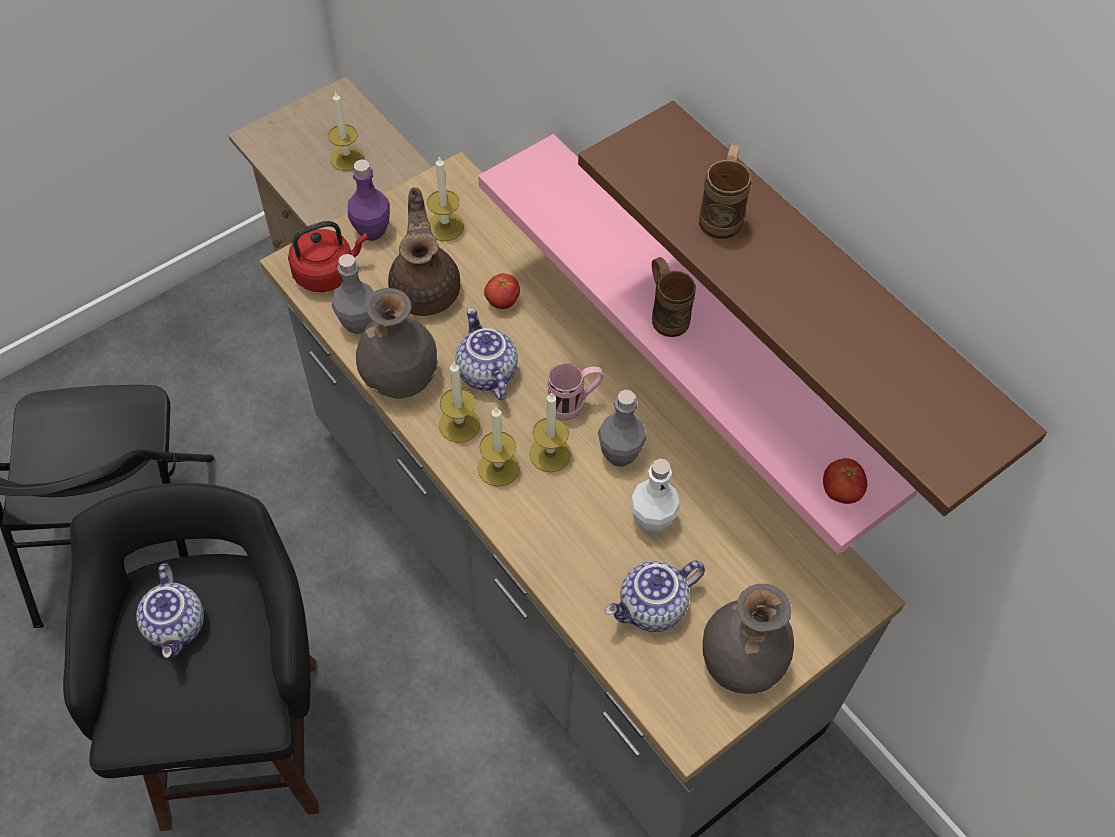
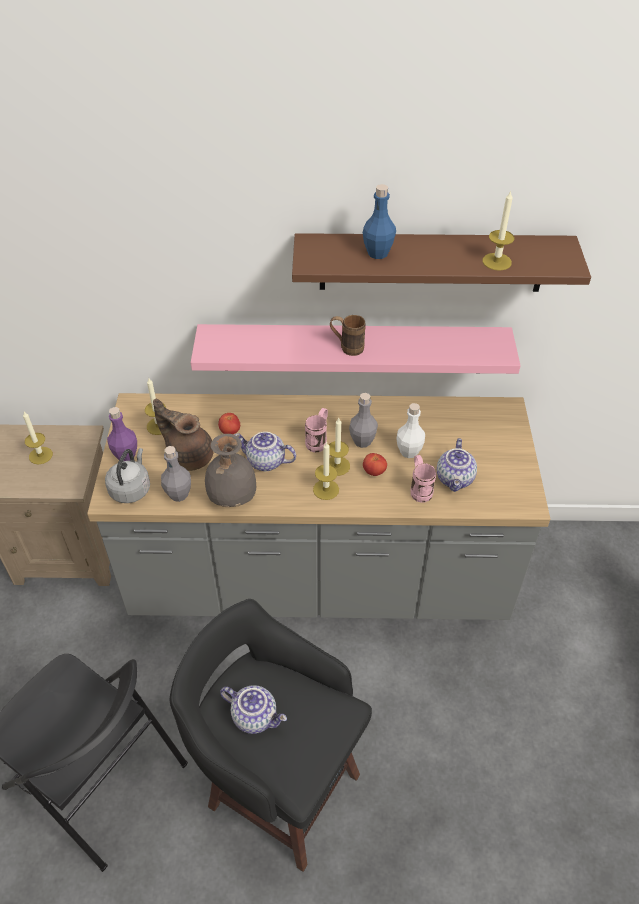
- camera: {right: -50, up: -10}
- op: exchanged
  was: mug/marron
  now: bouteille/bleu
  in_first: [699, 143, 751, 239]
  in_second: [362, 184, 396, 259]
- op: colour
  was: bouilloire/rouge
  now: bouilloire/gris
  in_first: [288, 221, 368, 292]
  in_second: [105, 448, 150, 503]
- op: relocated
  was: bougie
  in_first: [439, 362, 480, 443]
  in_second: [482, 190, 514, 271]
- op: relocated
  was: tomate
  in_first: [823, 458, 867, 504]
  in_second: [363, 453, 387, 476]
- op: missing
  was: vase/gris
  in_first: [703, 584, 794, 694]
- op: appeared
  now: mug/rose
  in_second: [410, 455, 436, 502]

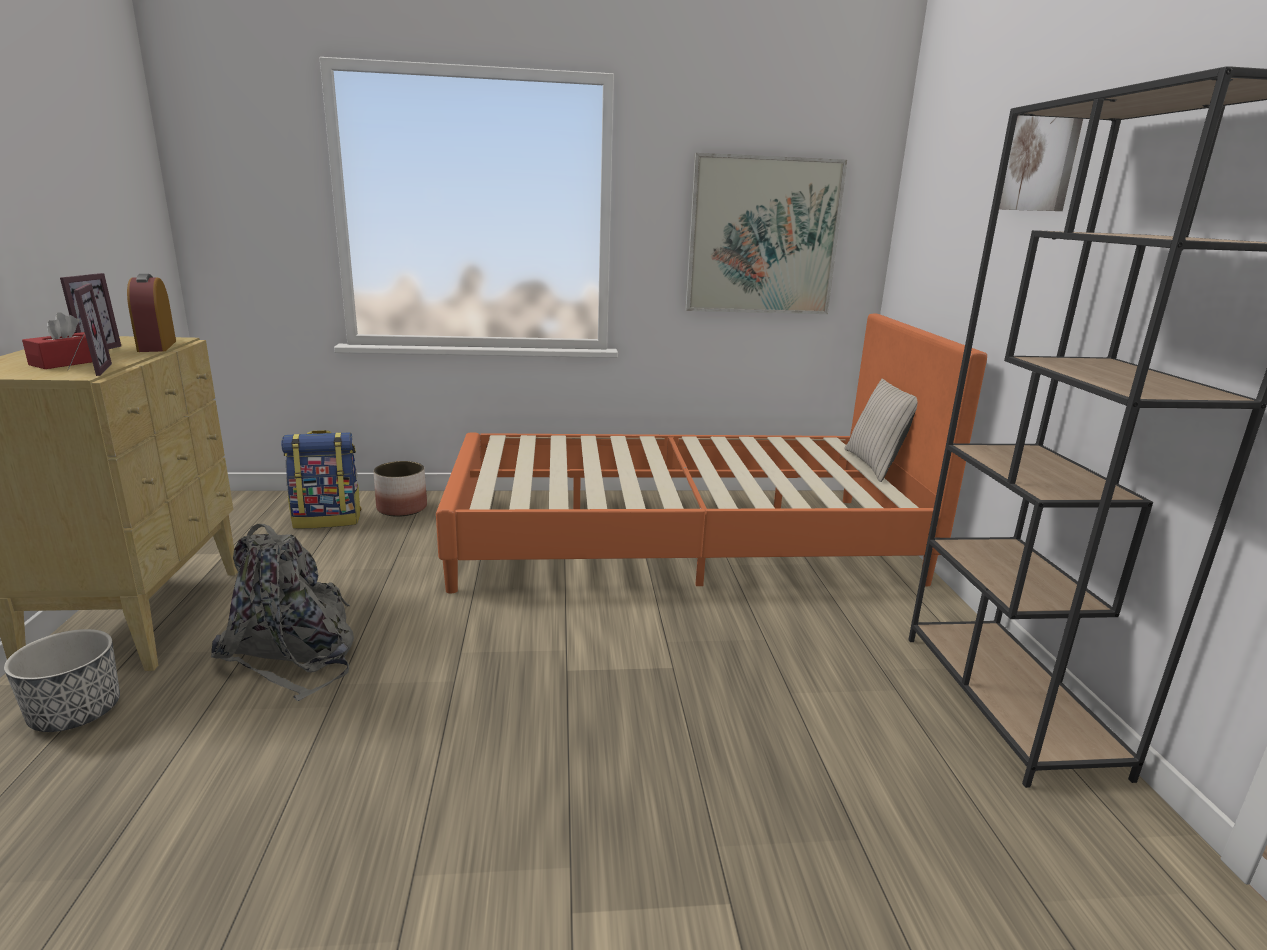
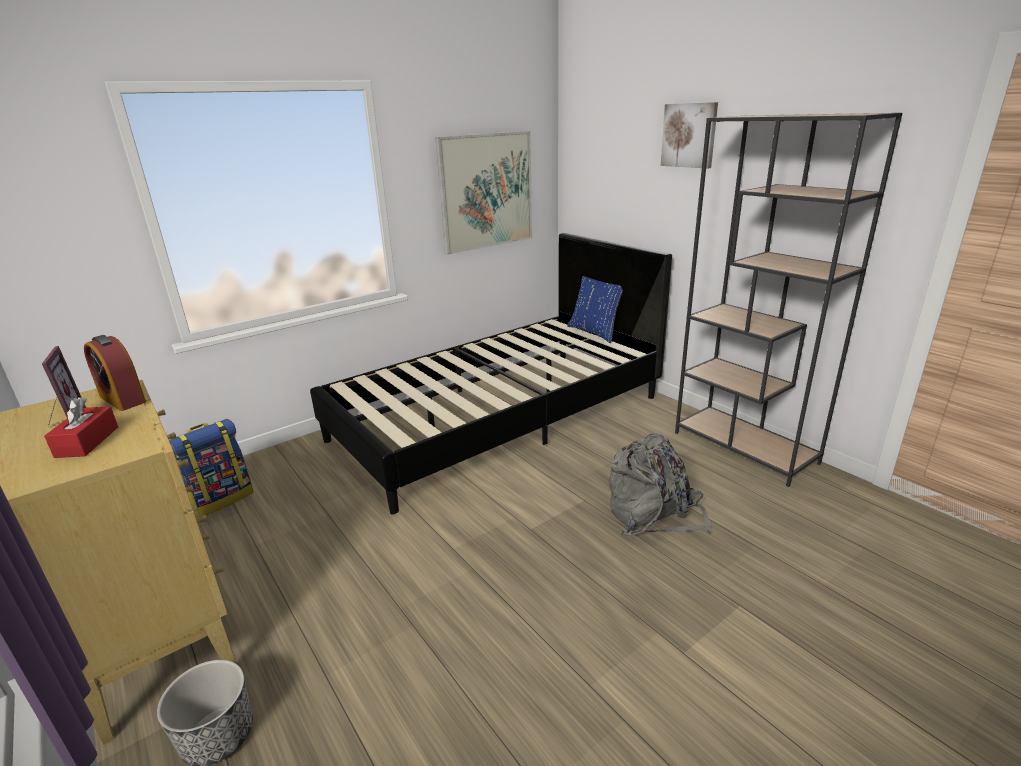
- camera: {right: -30, up: 5}
- op: missing
  was: cadre photo
  in_first: [67, 284, 112, 376]
- op: colour
  was: lit/orange
  now: lit/noir
  in_first: [436, 314, 987, 593]
  in_second: [310, 233, 672, 514]
- op: colour
  was: coussin/beige
  now: coussin/bleu
  in_first: [844, 379, 917, 482]
  in_second: [567, 276, 622, 343]
- op: missing
  was: cache-pot
  in_first: [373, 461, 427, 517]
- op: relocated
  was: sac à dos/gris
  in_first: [211, 524, 354, 701]
  in_second: [608, 433, 713, 536]

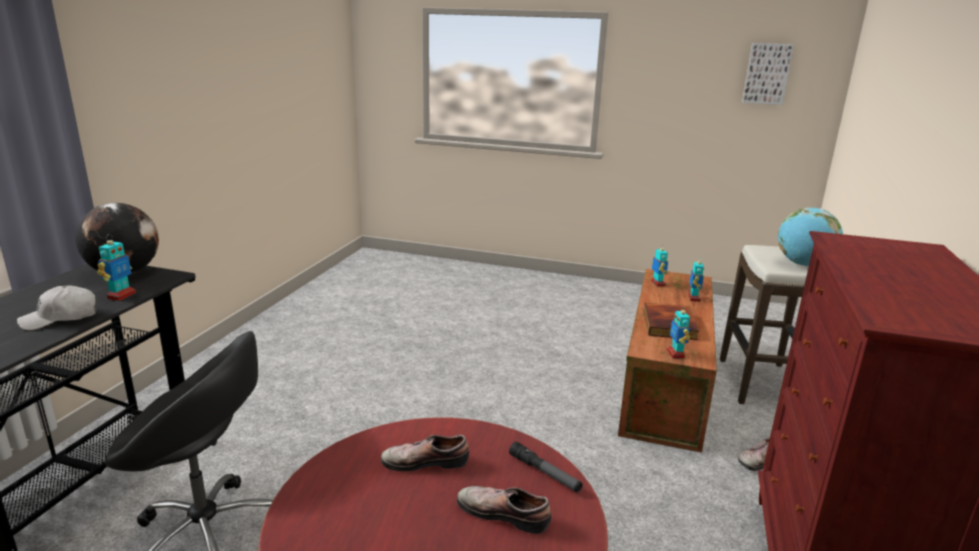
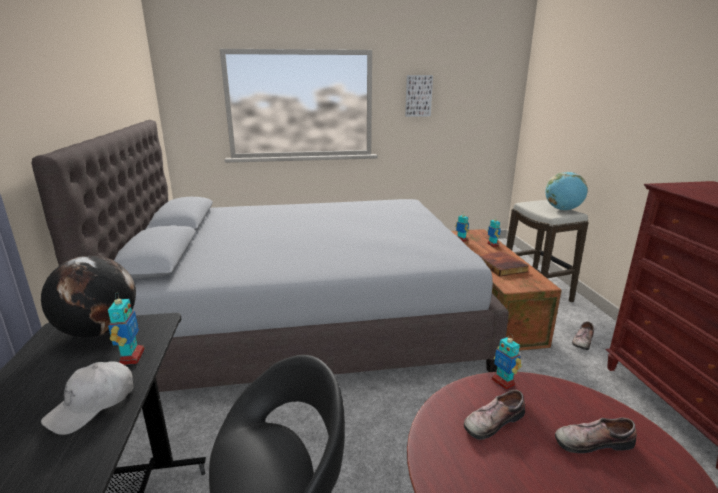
- camera: {right: -25, up: 0}
- op: relocated
  was: tableau
  in_first: [742, 43, 794, 105]
  in_second: [405, 75, 433, 117]
- op: relocated
  was: robot jouet
  in_first: [667, 307, 690, 358]
  in_second: [492, 334, 522, 390]
- op: missing
  was: lampe de poche
  in_first: [509, 442, 583, 492]
- op: appeared
  now: lit/gris
  in_second: [32, 120, 509, 392]

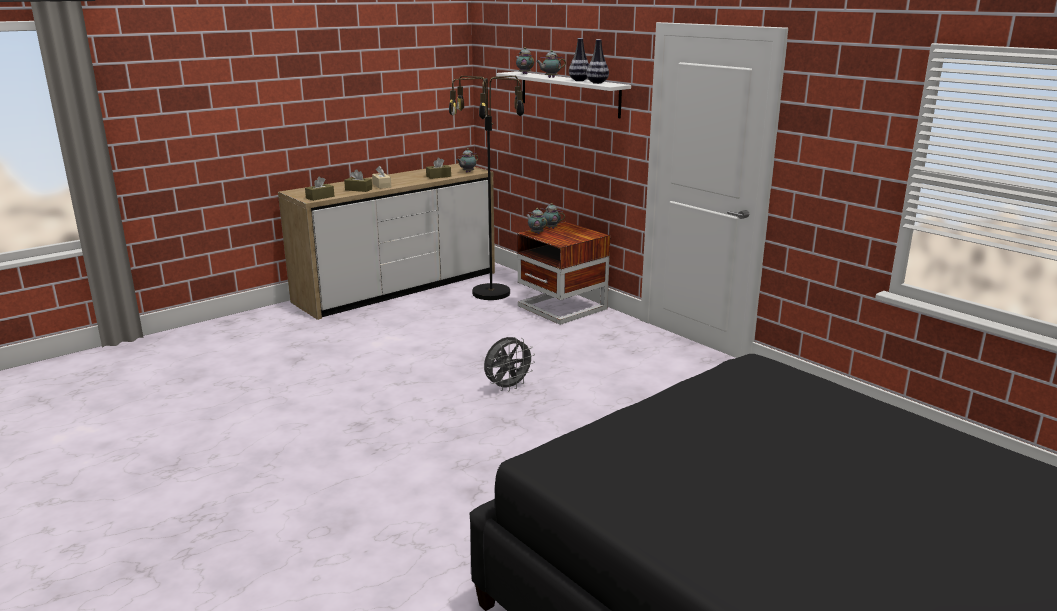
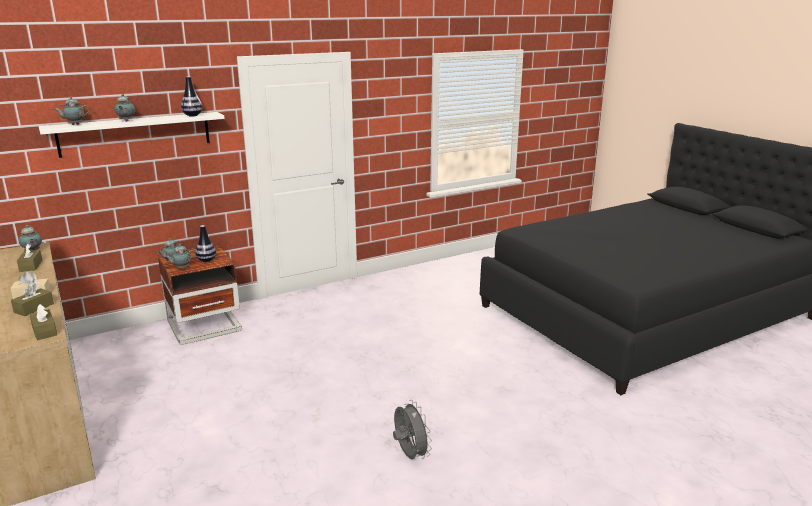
- camera: {right: -80, up: 0}
- op: relocated
  was: vase
  in_first: [569, 38, 589, 81]
  in_second: [195, 225, 216, 262]
- op: missing
  was: lampadaire
  in_first: [449, 76, 524, 300]
- op: relocated
  was: ventilateur/gris
  in_first: [484, 337, 535, 391]
  in_second: [393, 400, 432, 459]

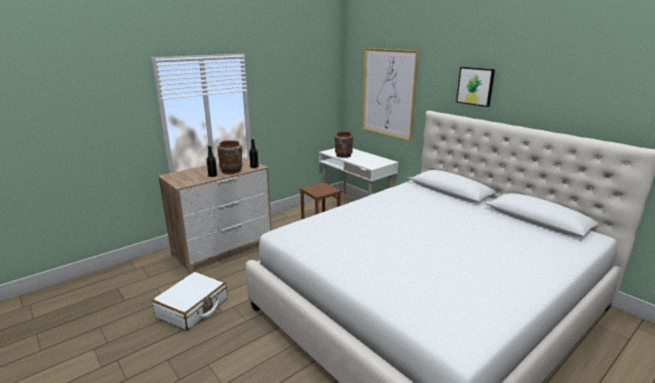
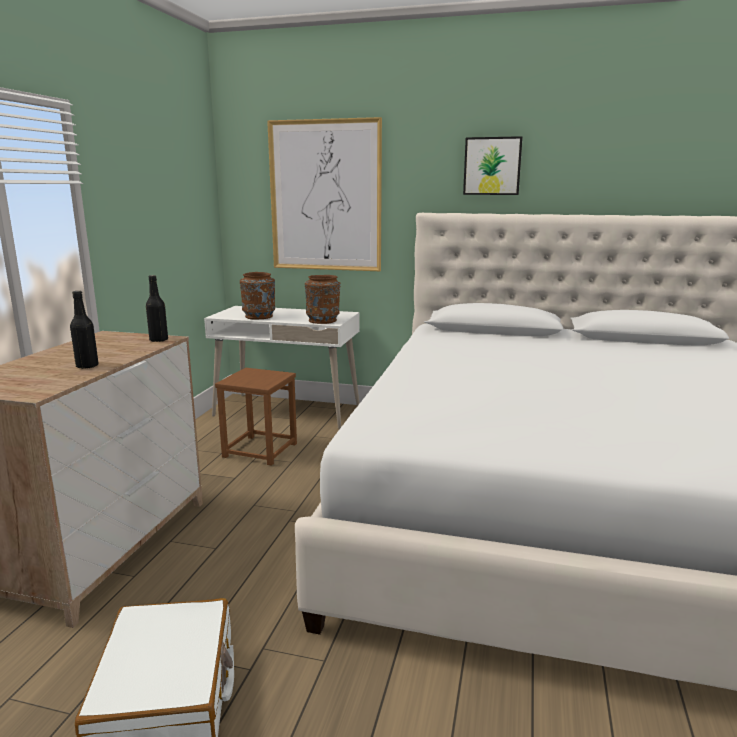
- camera: {right: -35, up: -5}
- op: relocated
  was: vase/marron
  in_first: [217, 140, 242, 174]
  in_second: [305, 275, 341, 324]

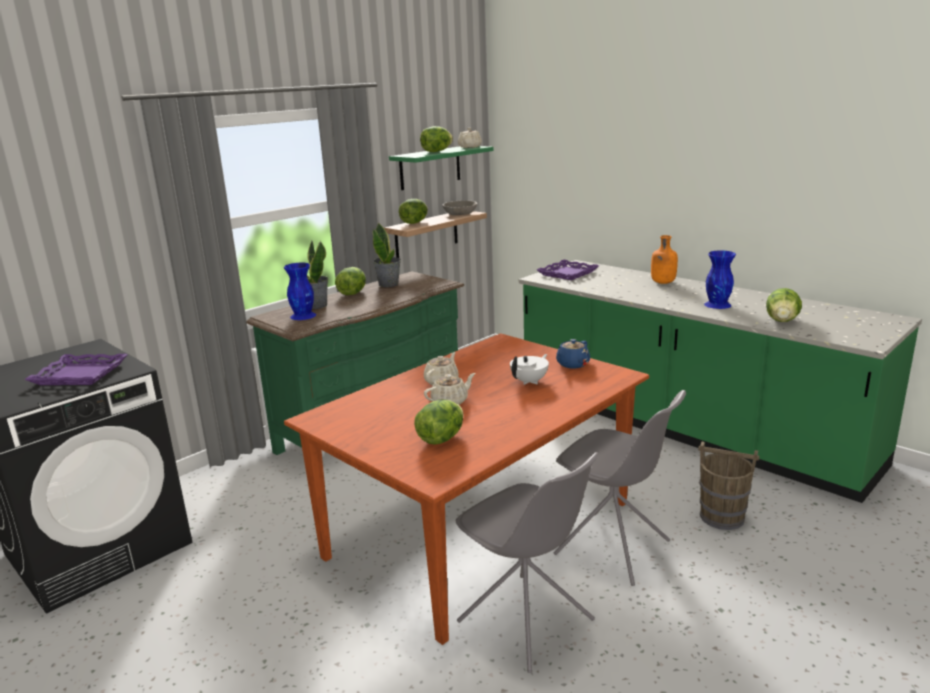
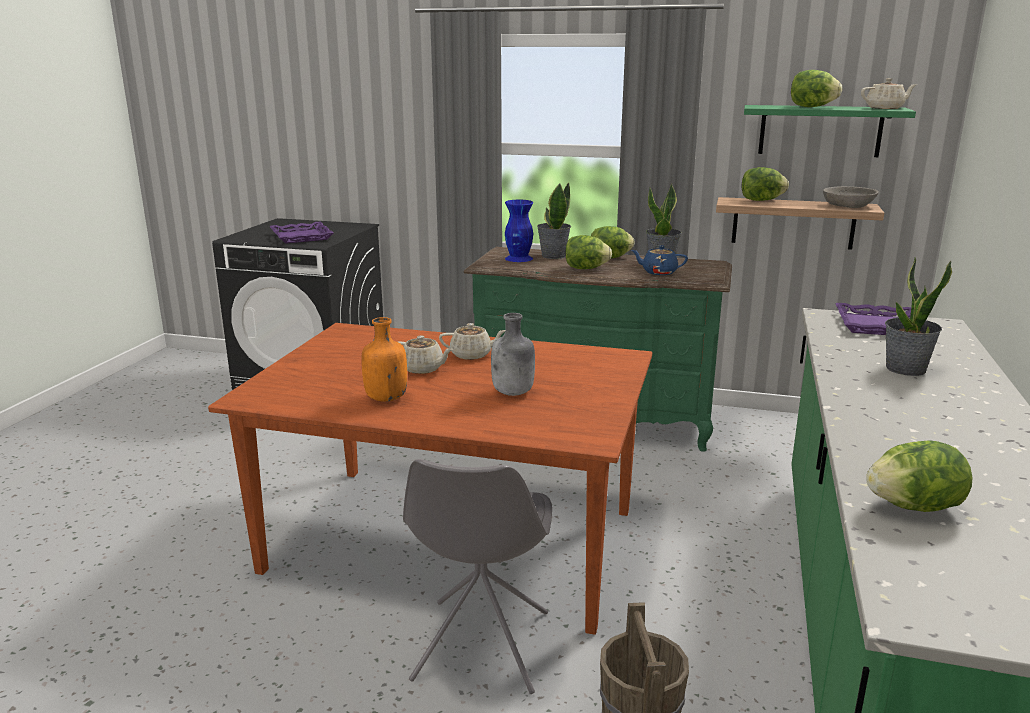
- camera: {right: 60, up: 0}
- op: relocated
  was: bouteille/orange
  in_first: [651, 235, 678, 284]
  in_second: [361, 317, 407, 402]
- op: missing
  was: vase/bleu
  in_first: [704, 250, 736, 309]
- op: relocated
  was: théière/bleu
  in_first: [556, 339, 590, 368]
  in_second: [631, 245, 688, 275]
- op: exchanged
  was: théière/blanc
  now: bouteille/gris
  in_first: [510, 354, 549, 385]
  in_second: [491, 313, 535, 396]
- op: relocated
  was: laitue
  in_first: [414, 400, 463, 444]
  in_second: [565, 235, 612, 269]
- op: missing
  was: chaise/gris
  in_first: [455, 452, 598, 673]
- op: appeared
  now: plante en pot
  in_second: [885, 257, 952, 376]

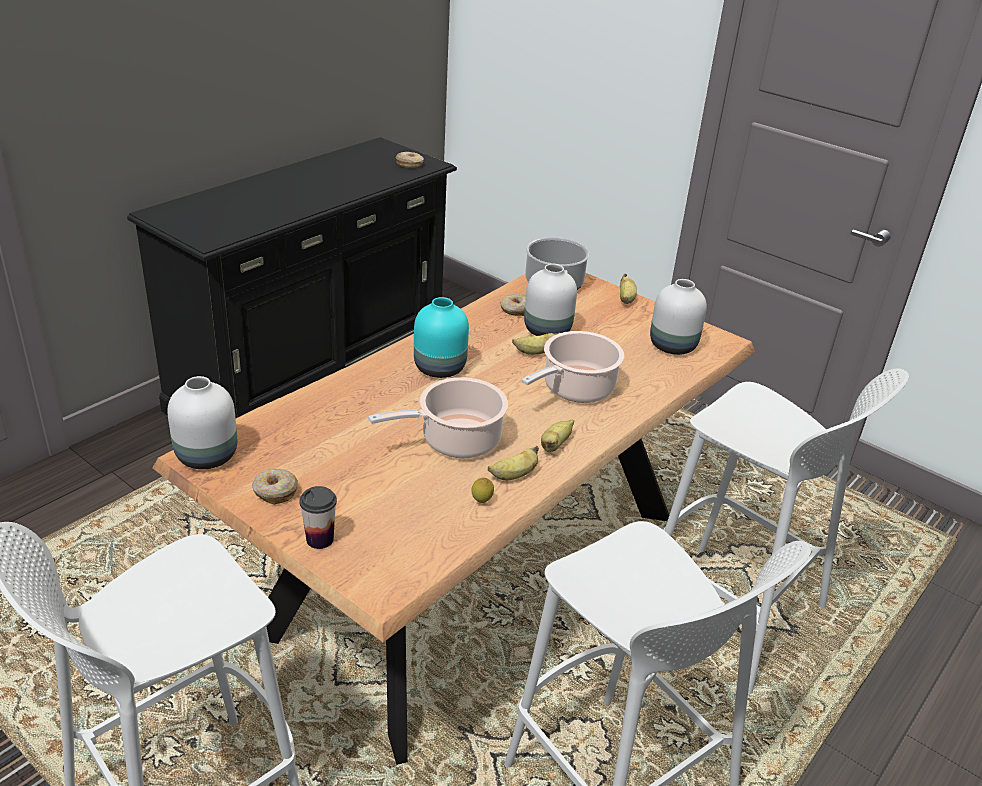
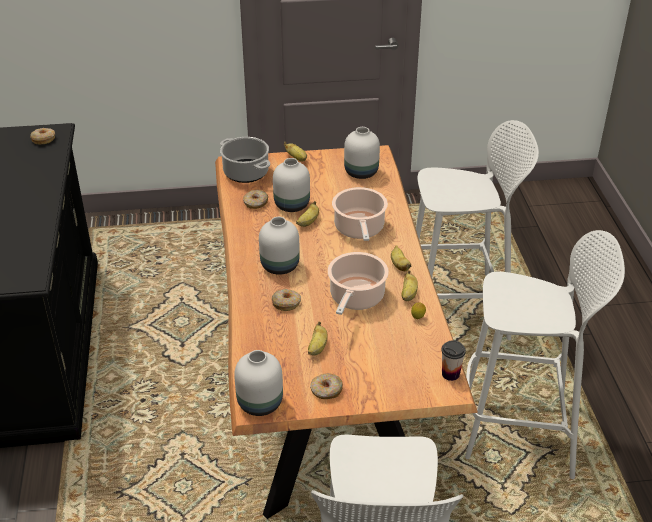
- camera: {right: -45, up: 5}
- op: colour
  was: vase/turquoise
  now: vase/blanc
  in_first: [414, 297, 469, 378]
  in_second: [259, 217, 300, 275]
- op: relocated
  was: tasse
  in_first: [299, 486, 337, 549]
  in_second: [441, 340, 466, 381]
- op: appeared
  now: beignet
  in_second: [272, 289, 301, 311]
- op: appeared
  now: banane
  in_second: [308, 322, 327, 356]

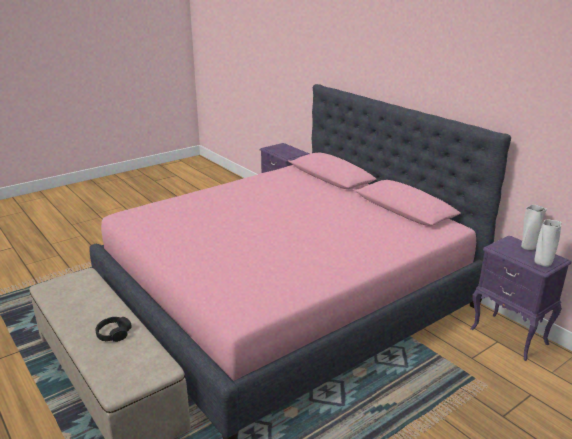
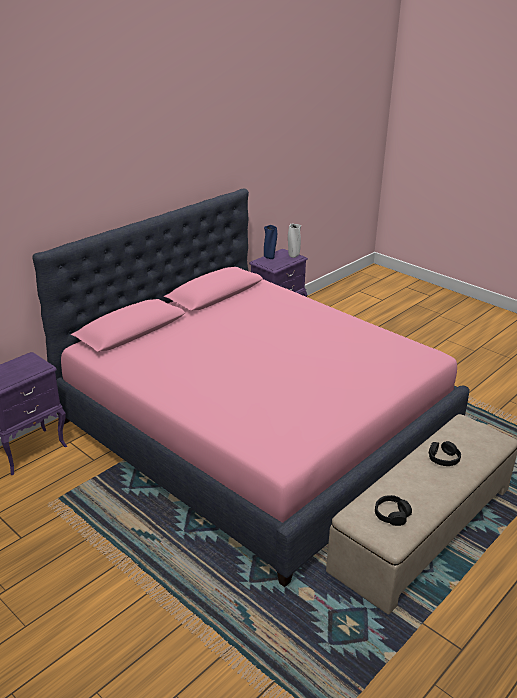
- camera: {right: -100, up: 5}
- op: colour
  was: vase/blanc
  now: vase/bleu
  in_first: [521, 205, 547, 250]
  in_second: [264, 225, 277, 259]
- op: appeared
  now: casque audio/noir
  in_second: [375, 495, 412, 526]

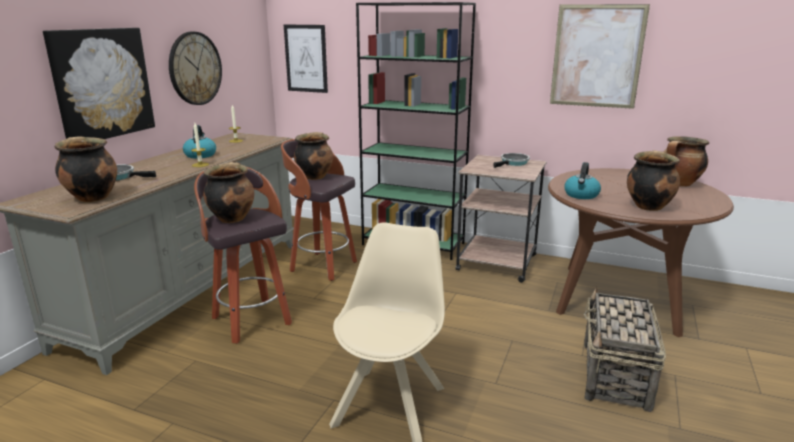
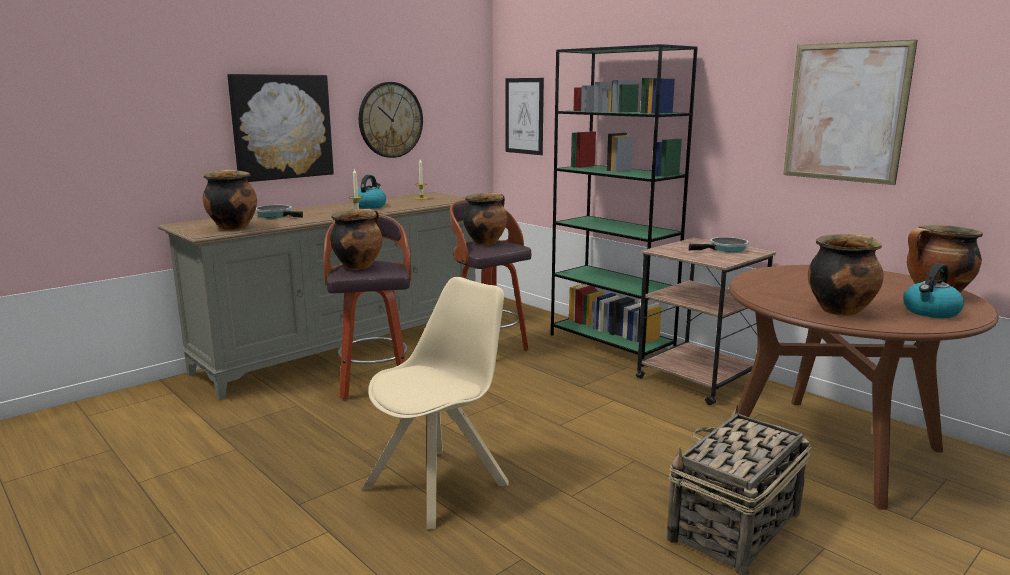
- camera: {right: 25, up: -5}
- op: relocated
  was: bouilloire
  in_first: [564, 162, 601, 199]
  in_second: [903, 263, 964, 318]

